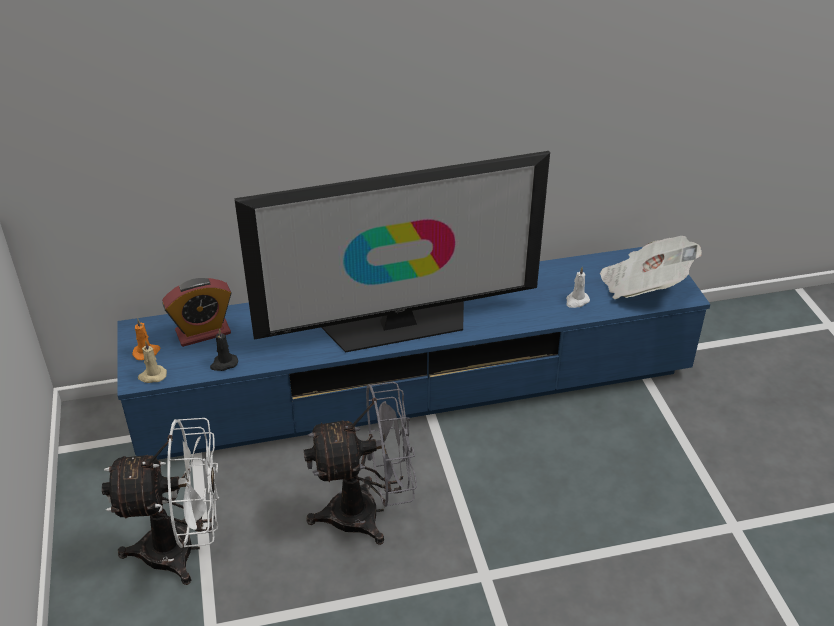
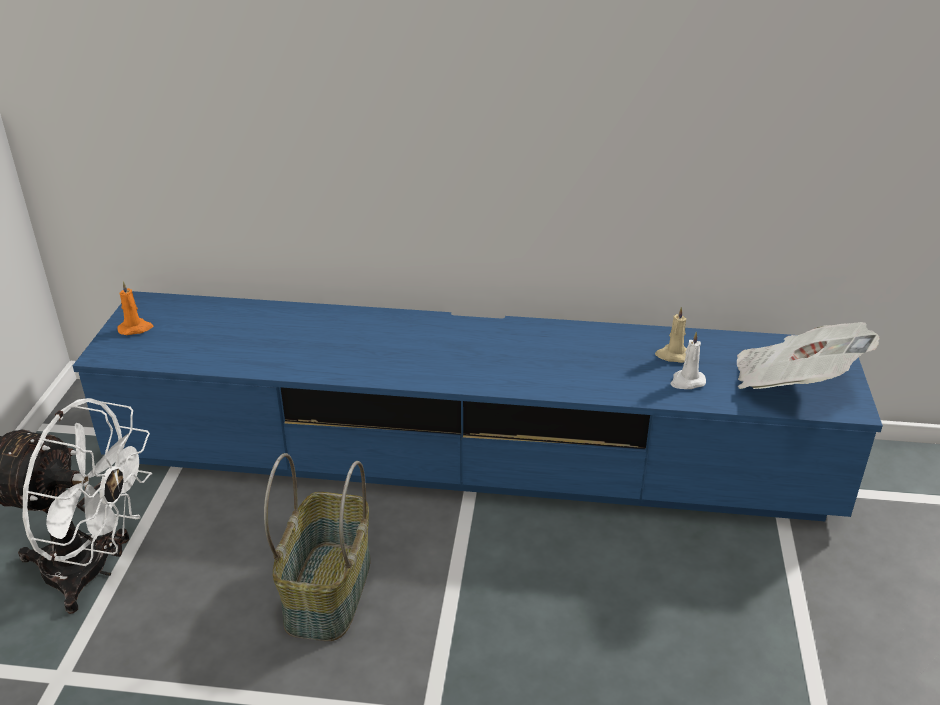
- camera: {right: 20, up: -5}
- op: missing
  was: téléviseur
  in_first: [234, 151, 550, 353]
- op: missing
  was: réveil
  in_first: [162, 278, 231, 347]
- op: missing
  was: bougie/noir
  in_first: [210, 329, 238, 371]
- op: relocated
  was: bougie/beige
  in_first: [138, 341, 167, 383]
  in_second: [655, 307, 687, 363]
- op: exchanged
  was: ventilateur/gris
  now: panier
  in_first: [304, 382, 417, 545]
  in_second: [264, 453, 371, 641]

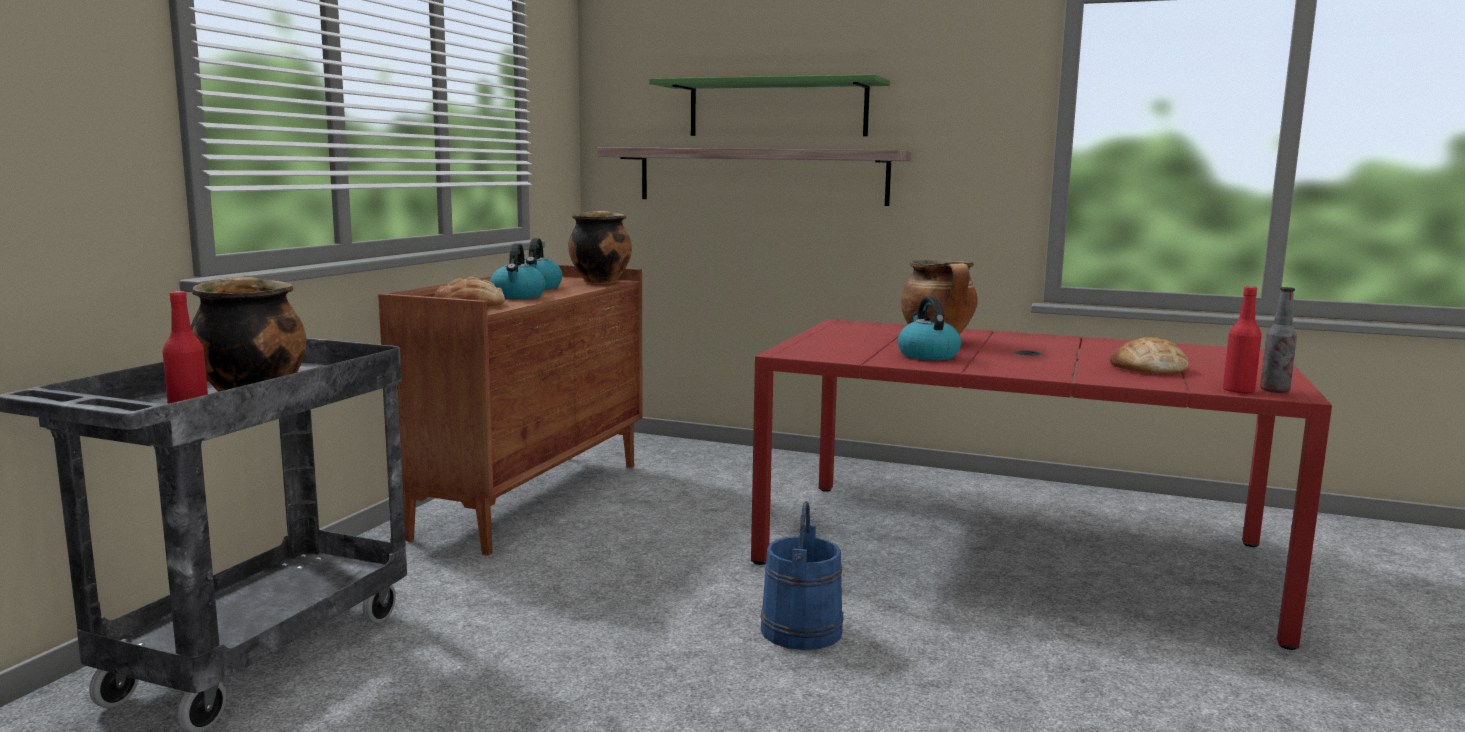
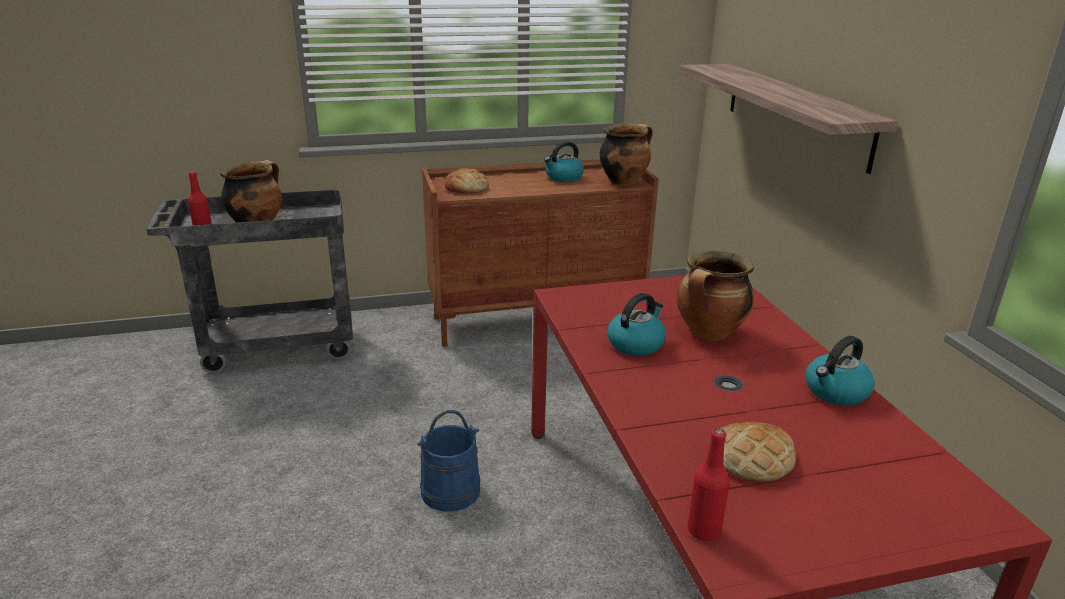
- camera: {right: 55, up: 15}
- op: missing
  was: étagère/vert
  in_first: [649, 74, 890, 136]
- op: relocated
  was: bouilloire
  in_first: [490, 244, 546, 299]
  in_second: [805, 336, 875, 406]
- op: missing
  was: bouteille
  in_first: [1260, 287, 1297, 393]

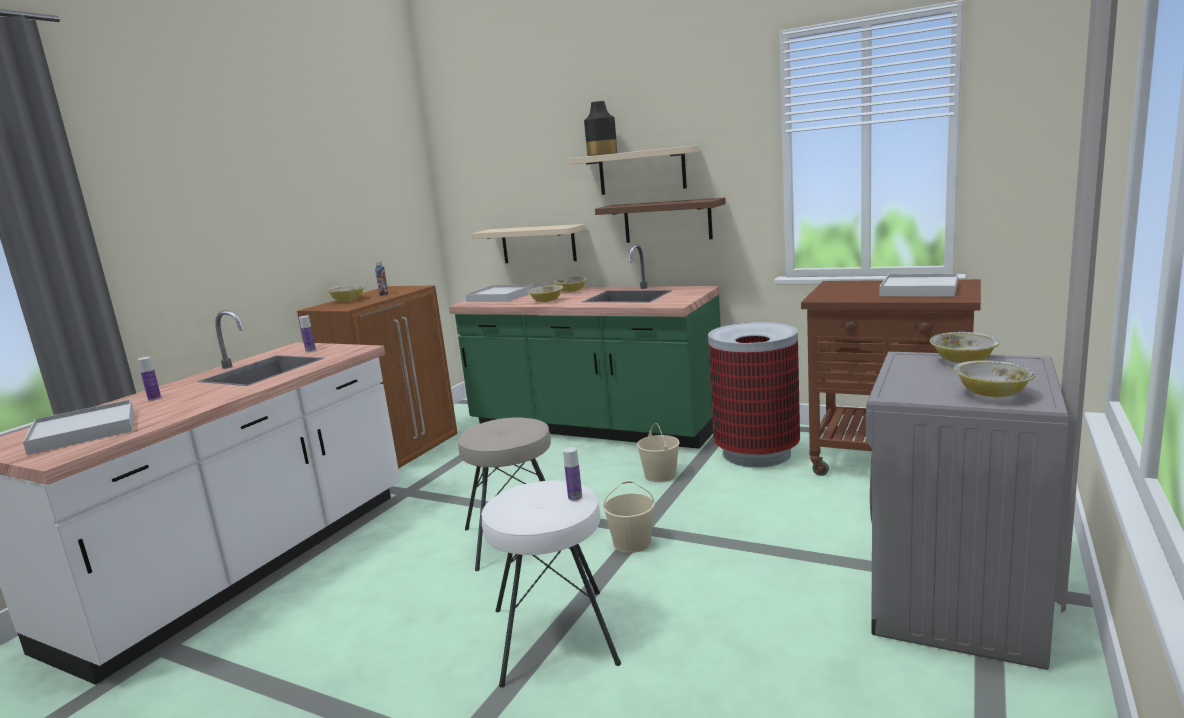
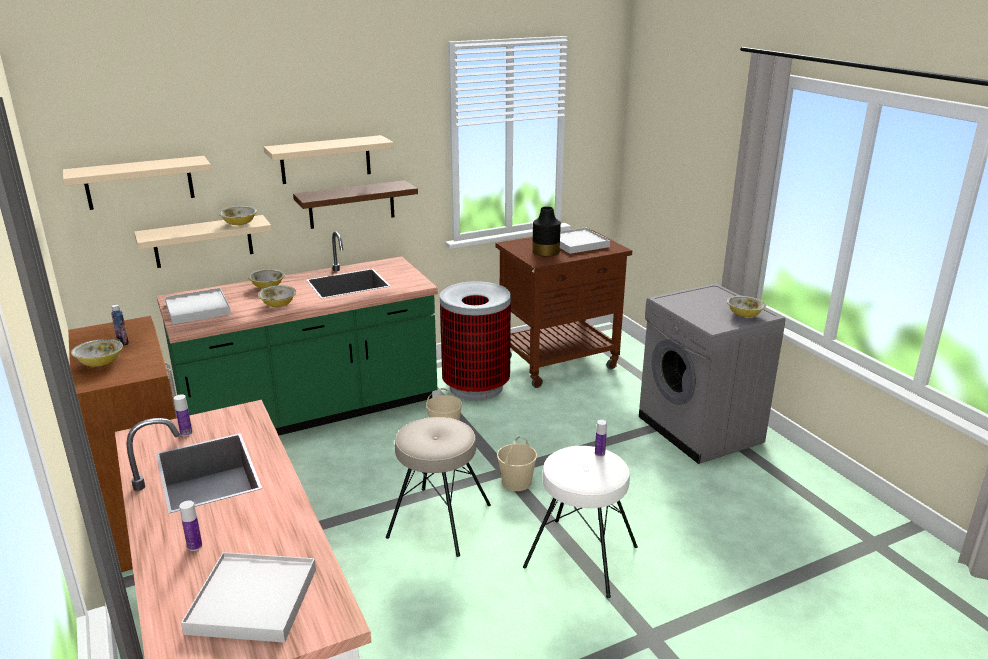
- camera: {right: -55, up: 10}
- op: relocated
  was: vase/noir
  in_first: [584, 101, 617, 156]
  in_second: [532, 206, 561, 257]
- op: relocated
  was: bol
  in_first: [930, 332, 1000, 363]
  in_second: [219, 206, 257, 225]
- op: appeared
  now: étagère/beige
  in_second: [63, 156, 211, 210]

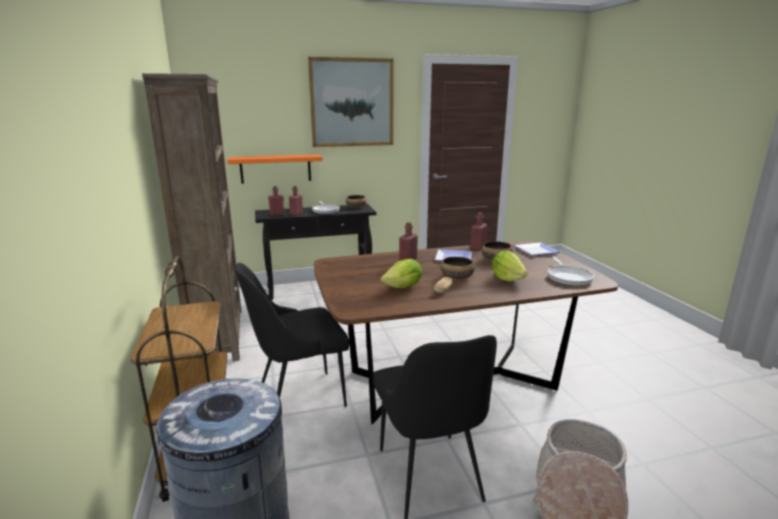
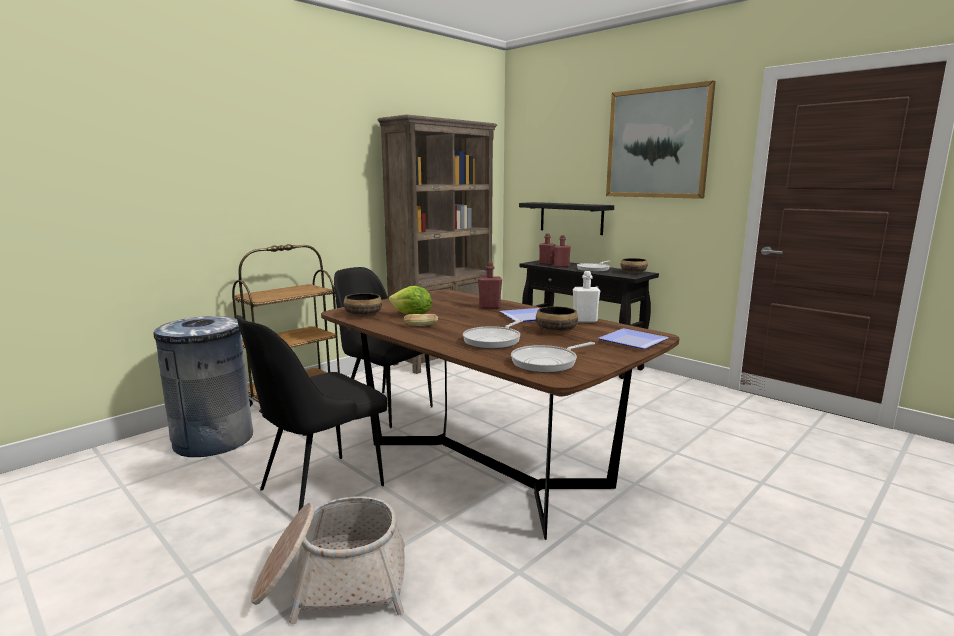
- camera: {right: 60, up: -5}
- op: colour
  was: étagère/orange
  now: étagère/noir
  in_first: [227, 154, 323, 184]
  in_second: [519, 202, 614, 235]
- op: colour
  was: bouteille/rouge
  now: bouteille/blanc
  in_first: [470, 213, 487, 251]
  in_second: [573, 271, 600, 323]
- op: exchanged
  was: laitue
  now: poêle
  in_first: [492, 251, 527, 281]
  in_second: [463, 320, 523, 349]
- op: relocated
  was: bol
  in_first: [441, 257, 475, 280]
  in_second: [344, 293, 382, 316]

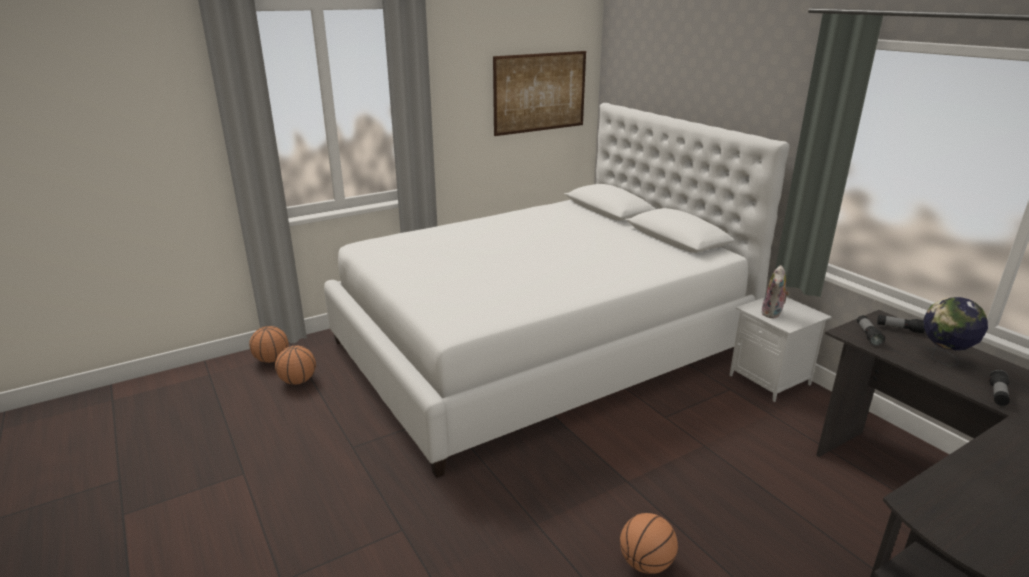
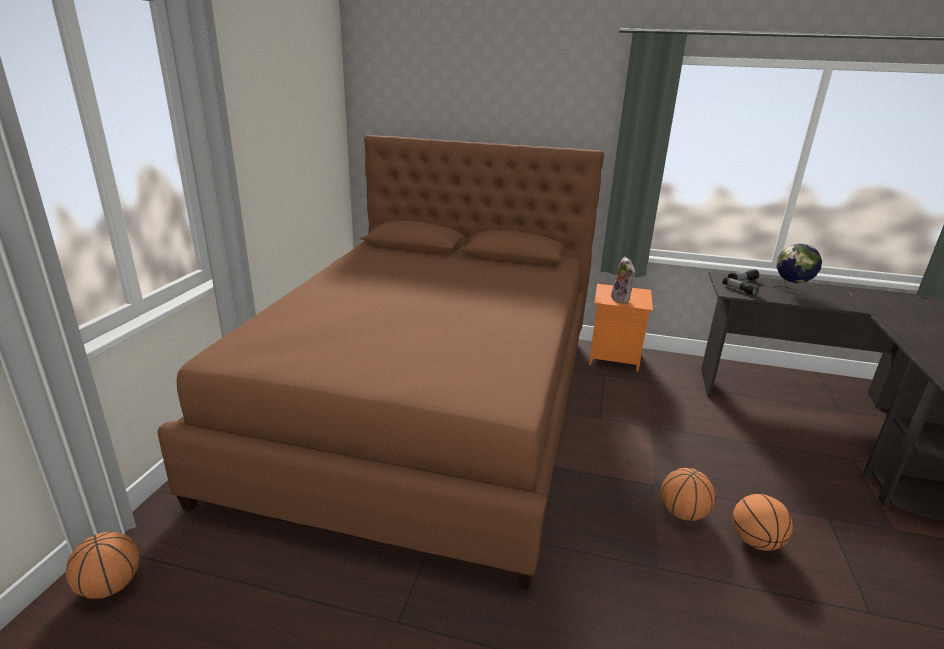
- camera: {right: -45, up: 0}
- op: missing
  was: tableau
  in_first: [493, 51, 586, 136]
- op: colour
  was: lit/blanc
  now: lit/marron
  in_first: [324, 103, 789, 478]
  in_second: [157, 135, 604, 590]
- op: colour
  was: table de chevet/gris
  now: table de chevet/orange
  in_first: [729, 297, 832, 402]
  in_second: [589, 284, 653, 372]
- op: relocated
  was: ballon de basket
  in_first: [275, 346, 316, 385]
  in_second: [661, 468, 715, 521]
- op: missing
  was: lampe de poche
  in_first: [989, 370, 1010, 406]

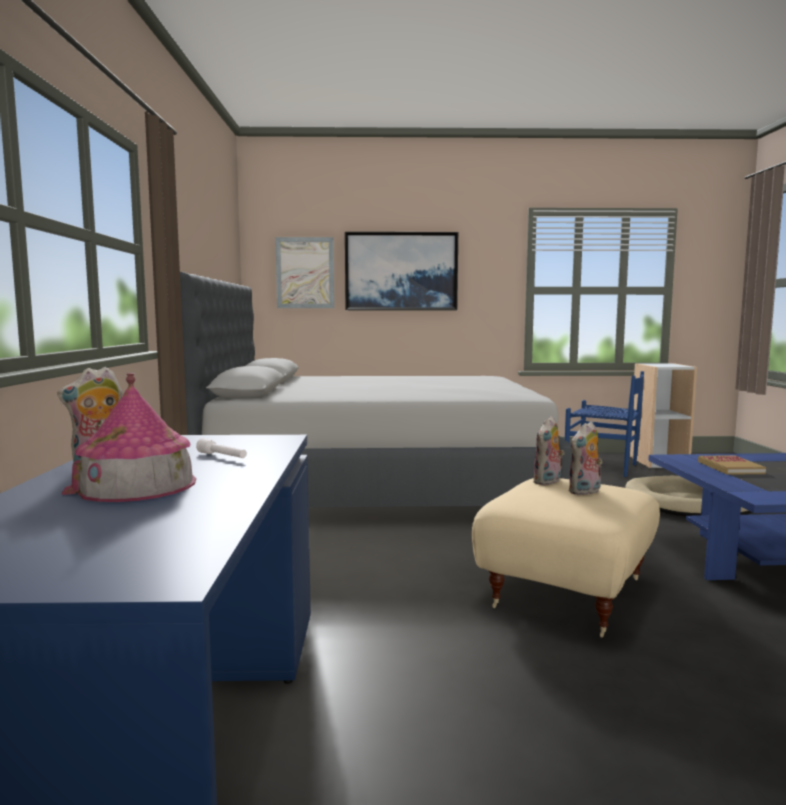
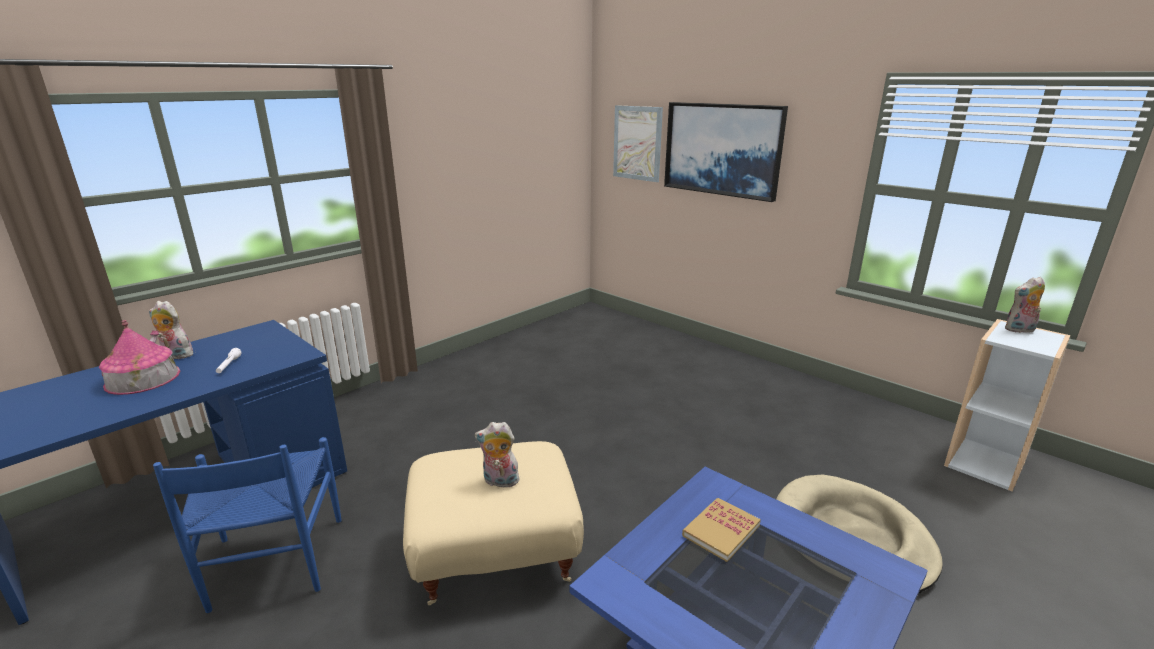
- camera: {right: 45, up: 15}
- op: missing
  was: lit/gris
  in_first: [180, 272, 572, 508]
- op: relocated
  was: chaise/bleu
  in_first: [565, 371, 644, 477]
  in_second: [153, 437, 342, 613]
- op: relocated
  was: peluche
  in_first: [533, 416, 565, 485]
  in_second: [1005, 277, 1045, 333]

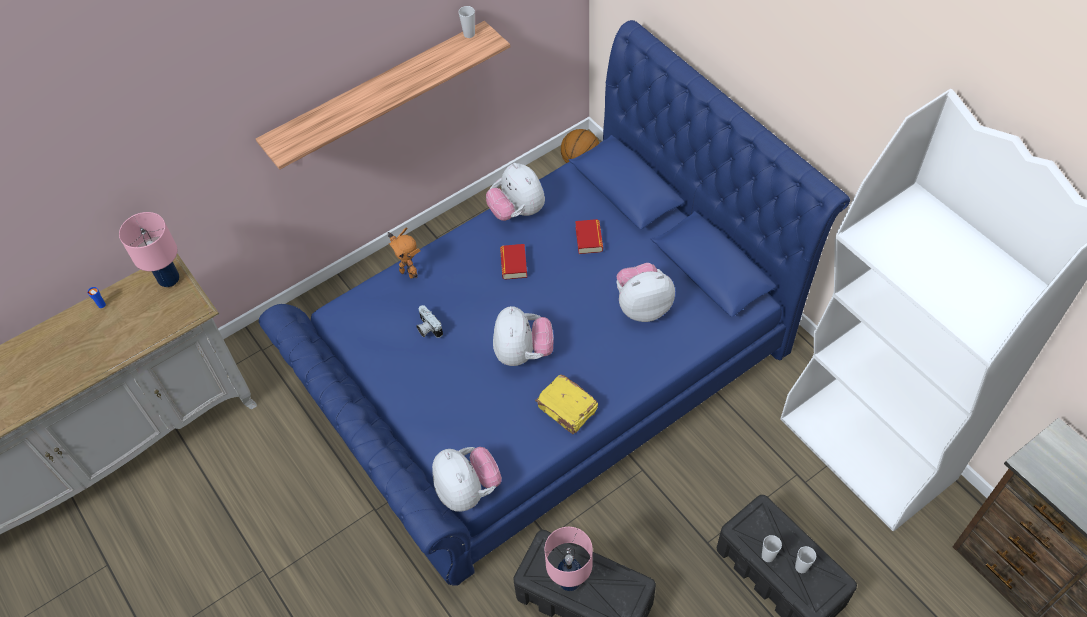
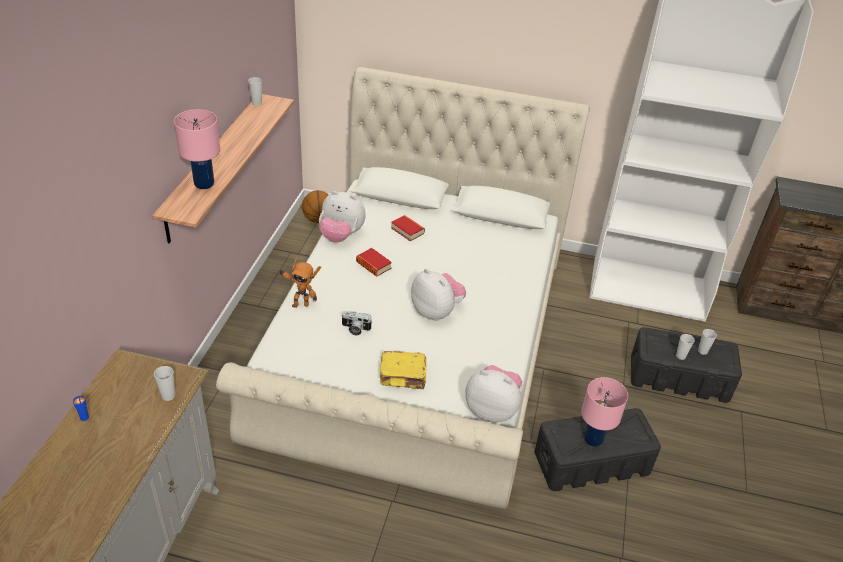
- camera: {right: -45, up: -15}
- op: colour
  was: lit/bleu
  now: lit/beige
  in_first: [259, 20, 850, 586]
  in_second: [216, 67, 590, 509]
- op: relocated
  was: lampe de table/rose
  in_first: [119, 212, 179, 287]
  in_second: [174, 109, 220, 189]
- op: missing
  was: peluche
  in_first: [617, 263, 675, 322]
- op: relocated
  was: livre/jaune
  in_first: [535, 375, 598, 434]
  in_second: [380, 351, 427, 389]
- op: appeared
  now: tasse
  in_second: [154, 366, 175, 401]

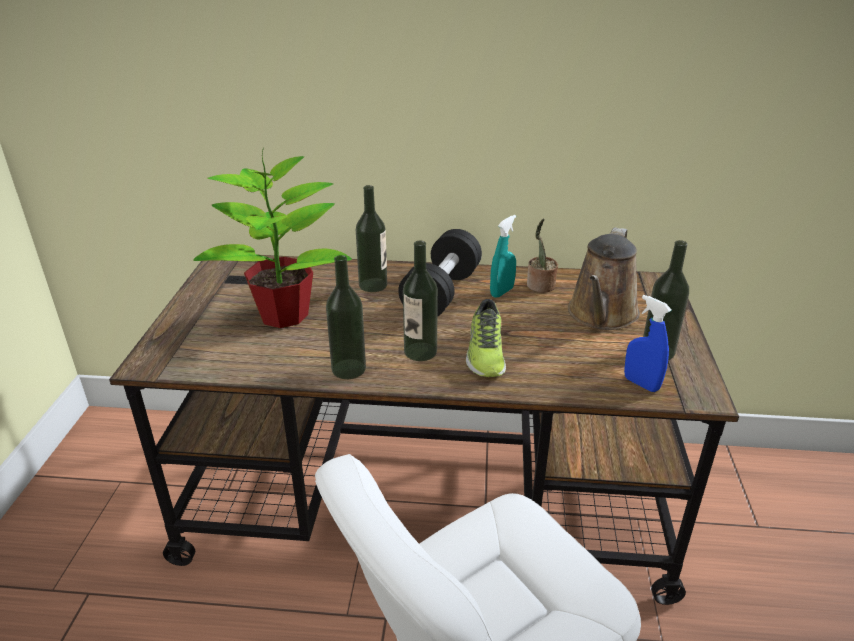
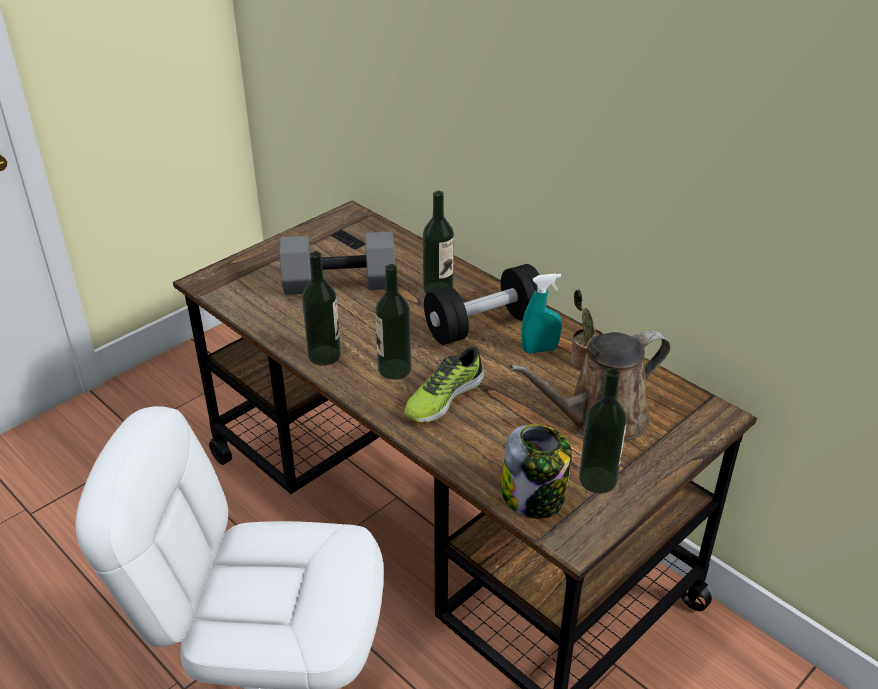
- camera: {right: 40, up: 5}
- op: exchanged
  was: plante en pot
  now: haltère/gris
  in_first: [193, 148, 352, 328]
  in_second: [279, 232, 395, 295]
- op: exchanged
  was: vaporisateur/bleu
  now: bocal
  in_first: [624, 295, 672, 392]
  in_second: [501, 424, 572, 519]

